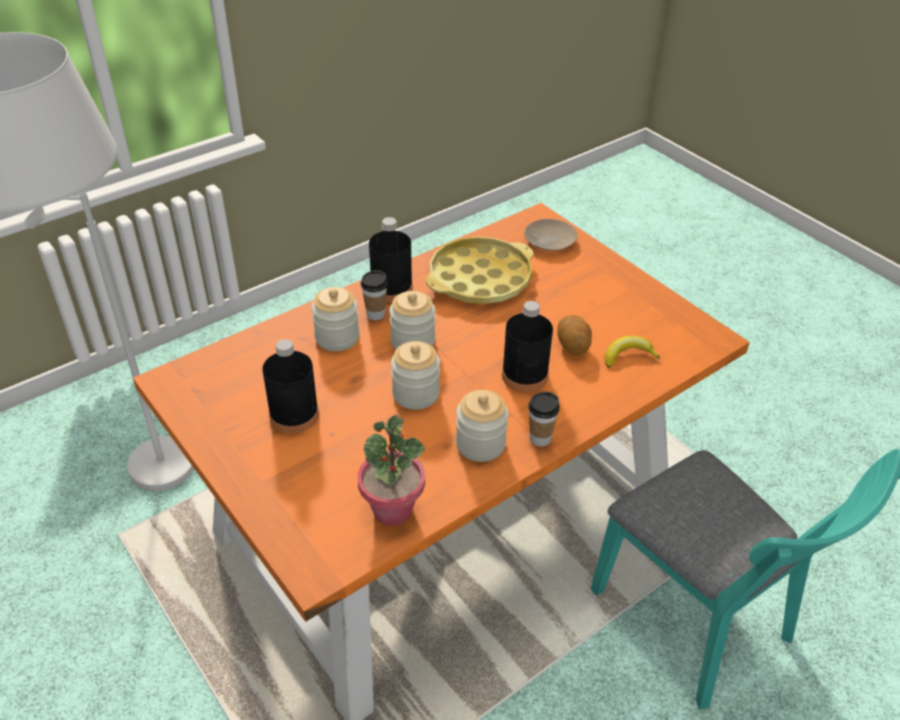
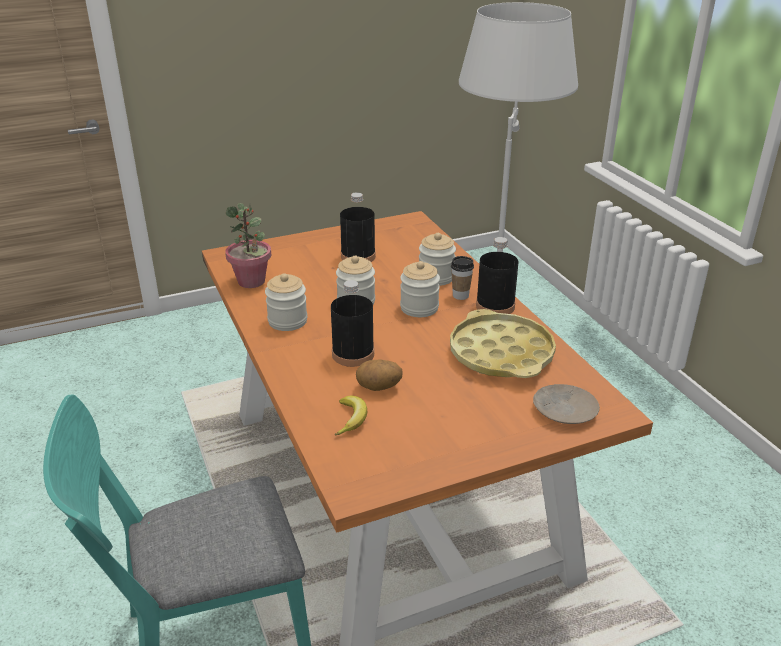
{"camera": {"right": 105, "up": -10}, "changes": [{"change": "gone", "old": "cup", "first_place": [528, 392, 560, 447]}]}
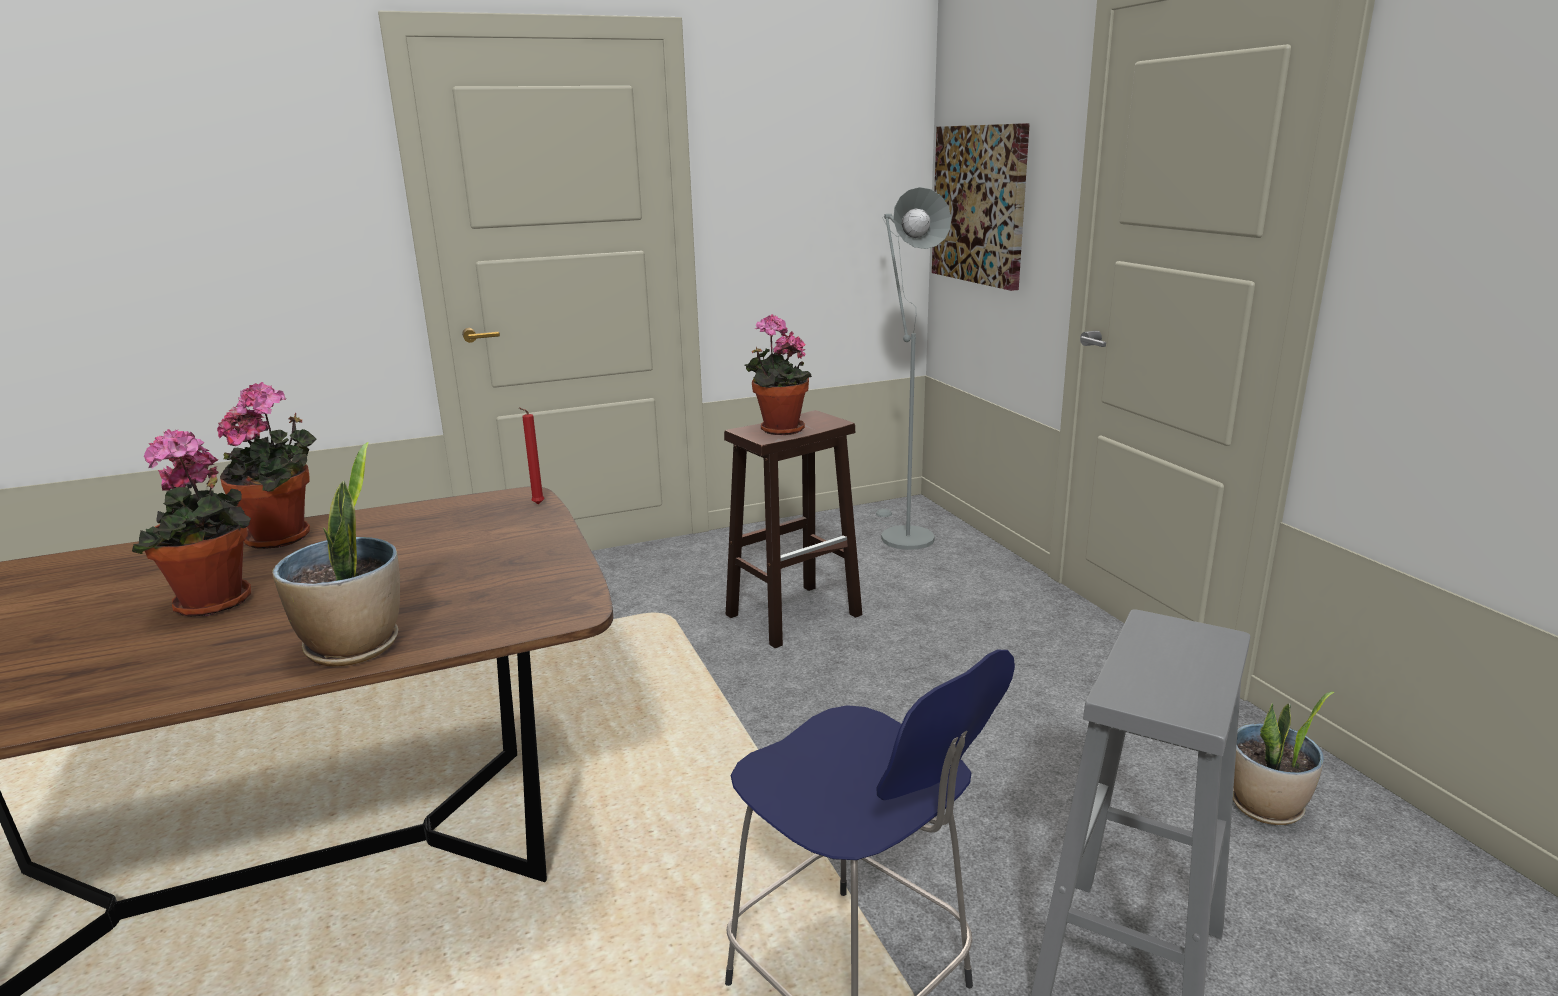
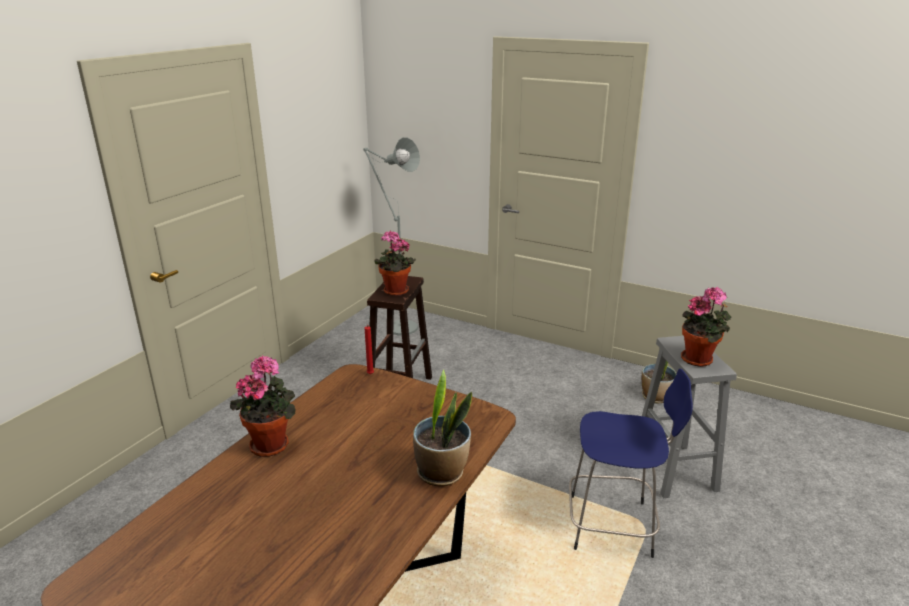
{"camera": {"right": -40, "up": 5}, "changes": [{"change": "shifted", "old": "plant in a pot", "first_place": [132, 429, 251, 617], "second_place": [681, 287, 731, 367]}, {"change": "gone", "old": "wall picture", "first_place": [932, 123, 1030, 291]}]}
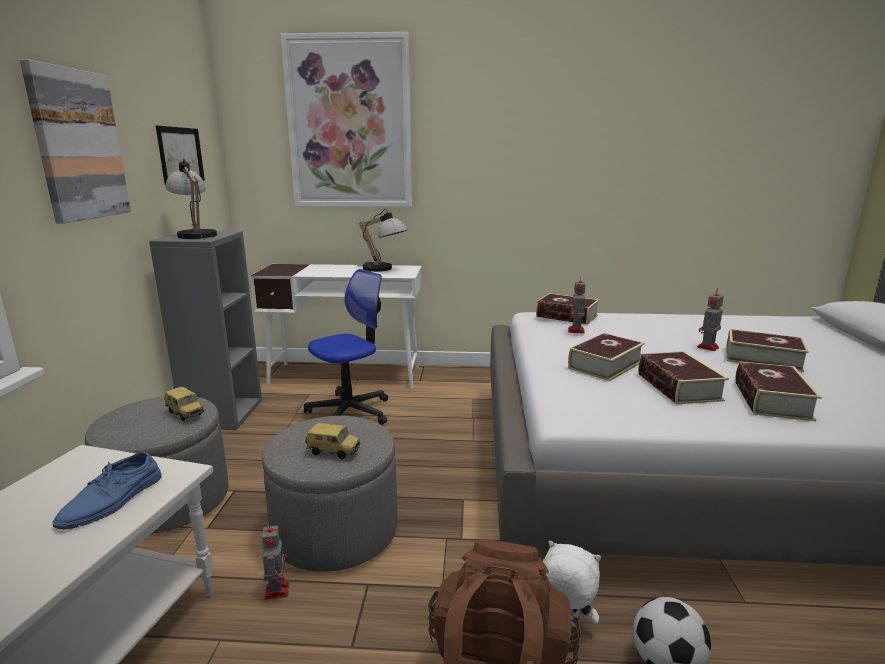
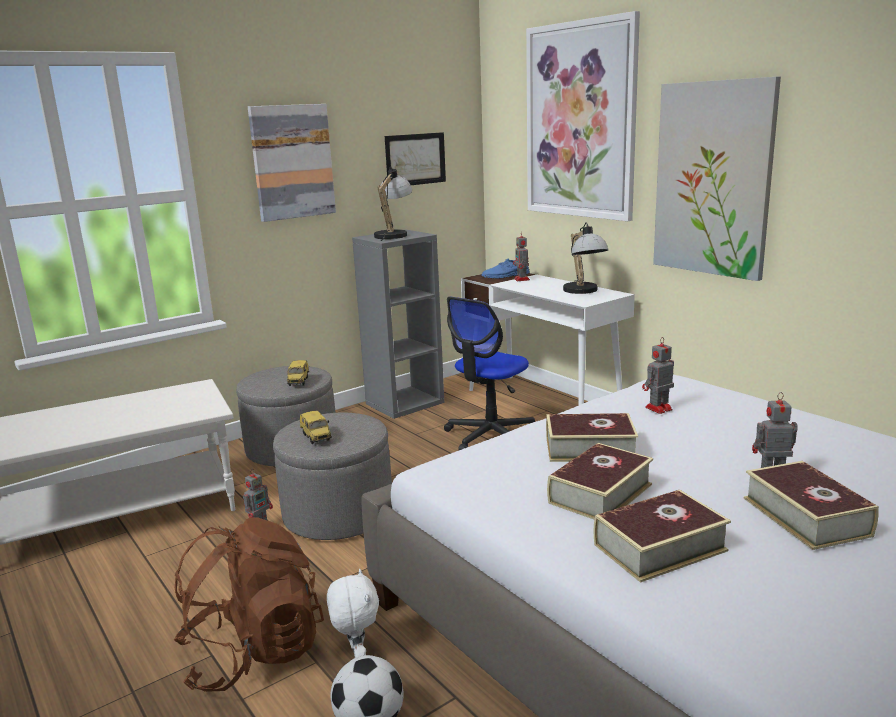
{"camera": {"right": 50, "up": 0}, "changes": [{"change": "shifted", "old": "item of footwear in blue", "first_place": [53, 452, 162, 529], "second_place": [481, 258, 530, 278]}, {"change": "rotated", "old": "computer chair", "first_place": [304, 269, 388, 425], "second_place": [444, 297, 535, 450], "degrees": 120}, {"change": "gone", "old": "book", "first_place": [536, 293, 599, 325]}, {"change": "new", "new": "toy robot", "second_place": [513, 231, 530, 281]}, {"change": "new", "new": "wall picture", "second_place": [653, 77, 781, 281]}]}
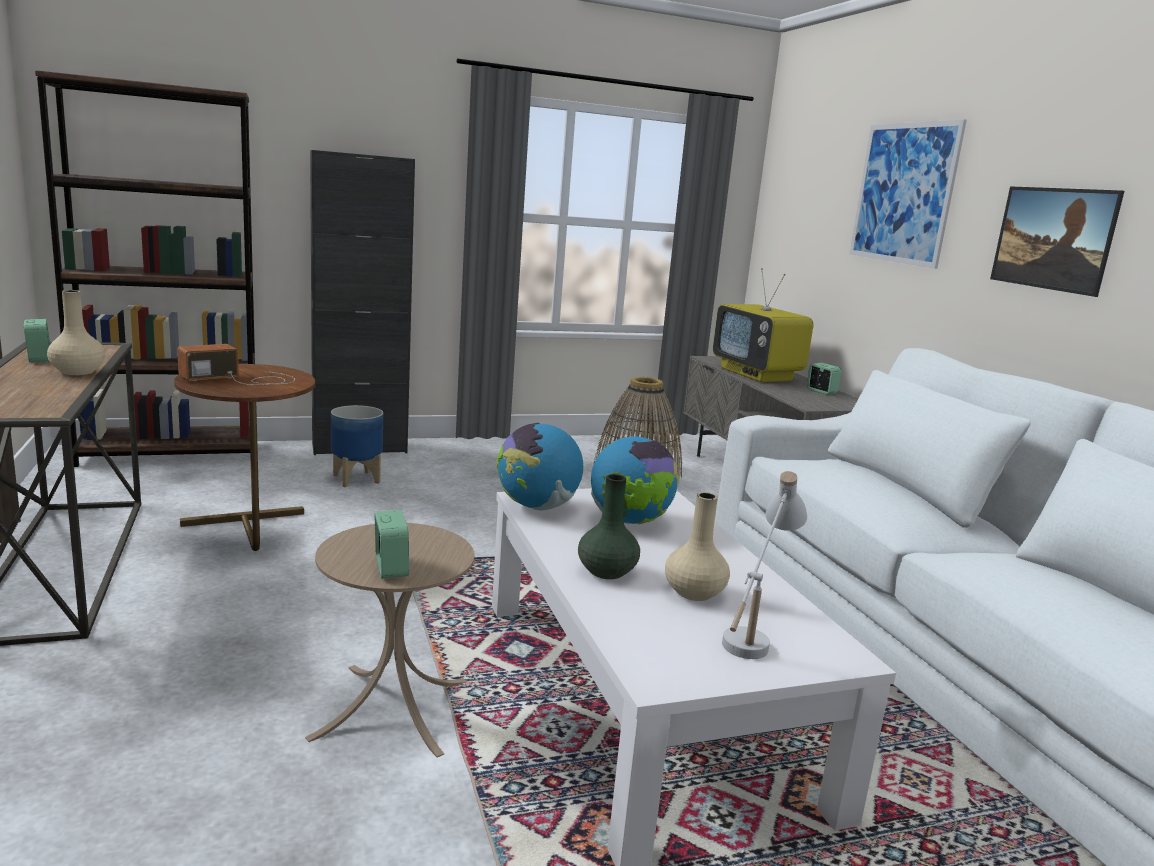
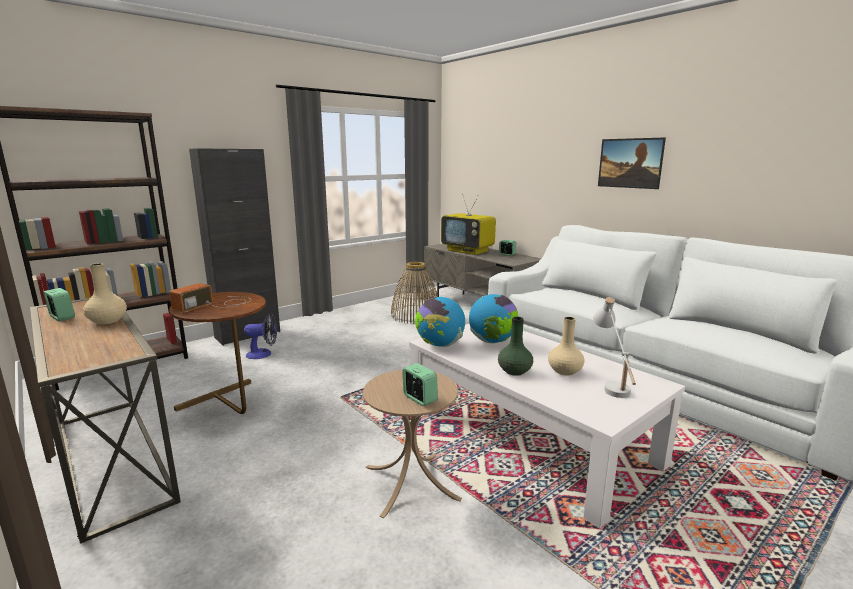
{"camera": {"right": -20, "up": 0}, "changes": [{"change": "swapped", "old": "planter", "new": "electric fan", "first_place": [331, 405, 383, 487], "second_place": [244, 313, 277, 359]}, {"change": "gone", "old": "wall picture", "first_place": [849, 119, 967, 269]}]}
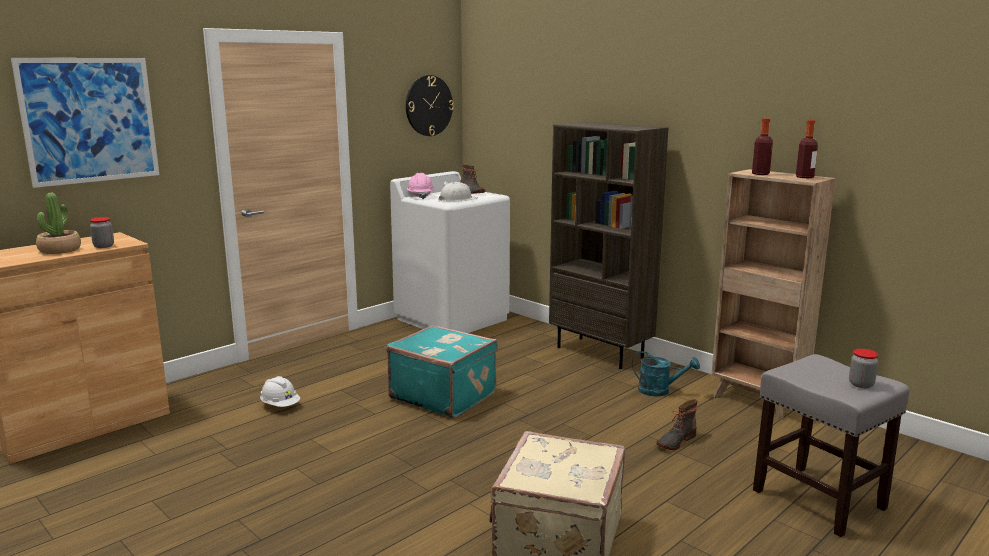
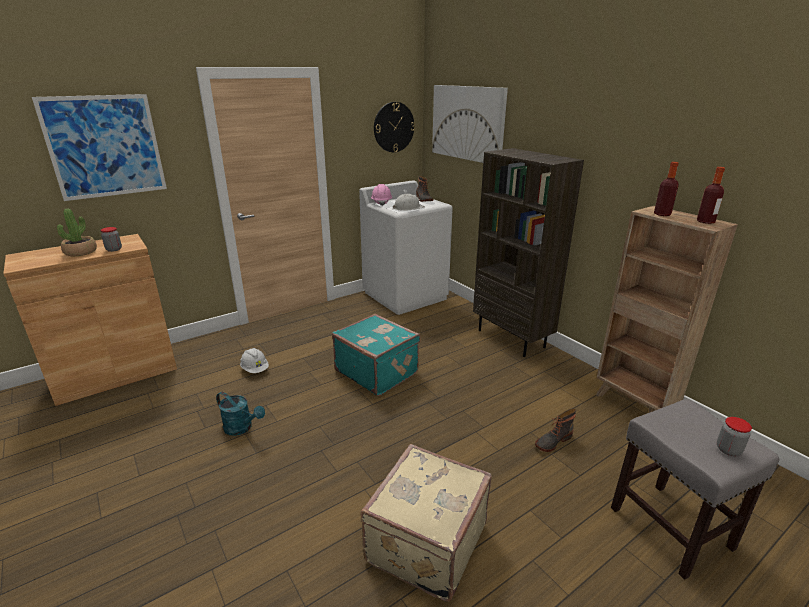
{"camera": {"right": 10, "up": 10}, "changes": [{"change": "shifted", "old": "sprinkling can in turquoise", "first_place": [632, 351, 700, 397], "second_place": [216, 392, 265, 436]}, {"change": "new", "new": "wall picture", "second_place": [432, 85, 508, 163]}]}
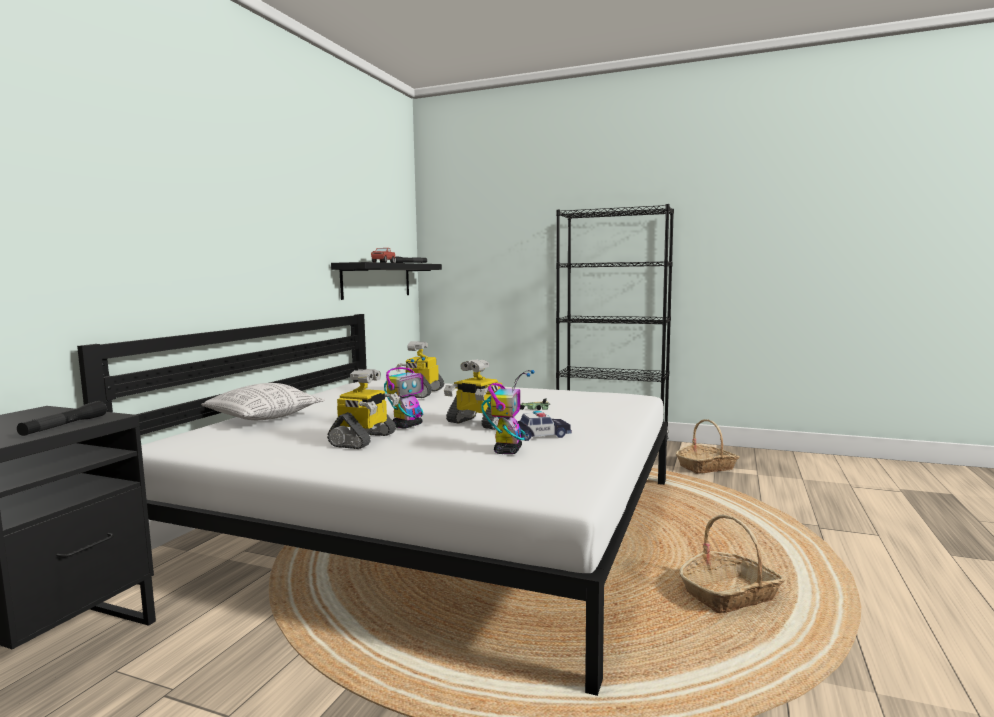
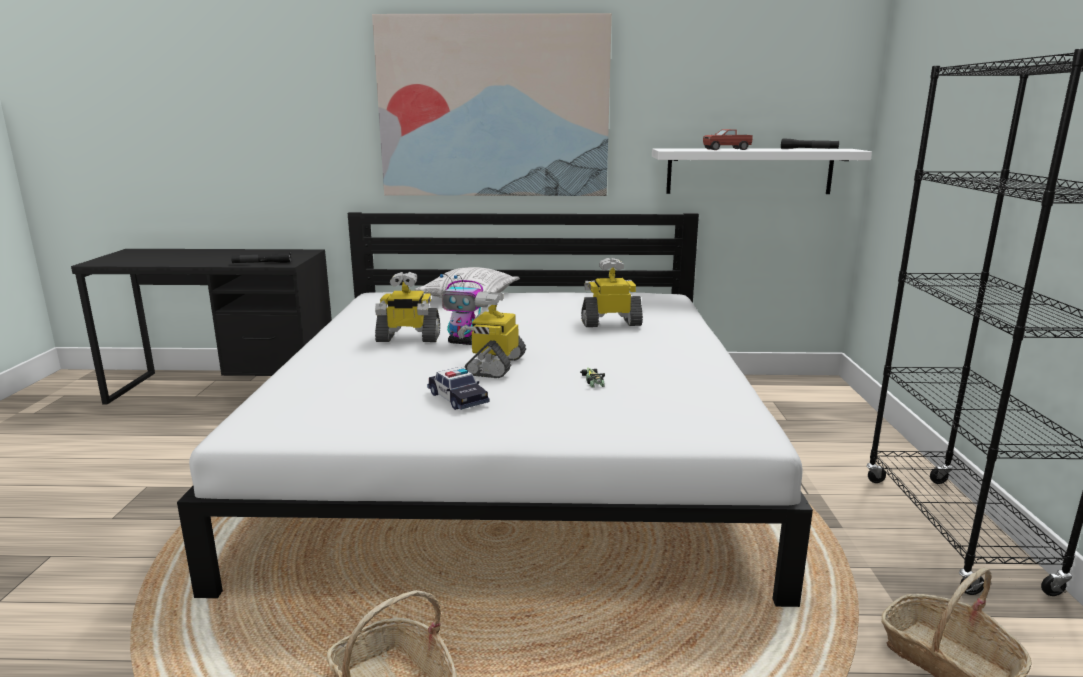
{"camera": {"right": 70, "up": 10}, "changes": [{"change": "repainted", "old": "wall shelf in black", "new": "wall shelf in white", "first_place": [331, 262, 442, 300], "second_place": [652, 148, 872, 194]}, {"change": "gone", "old": "toy robot", "first_place": [481, 370, 535, 454]}, {"change": "new", "new": "wall picture", "second_place": [372, 13, 612, 196]}]}
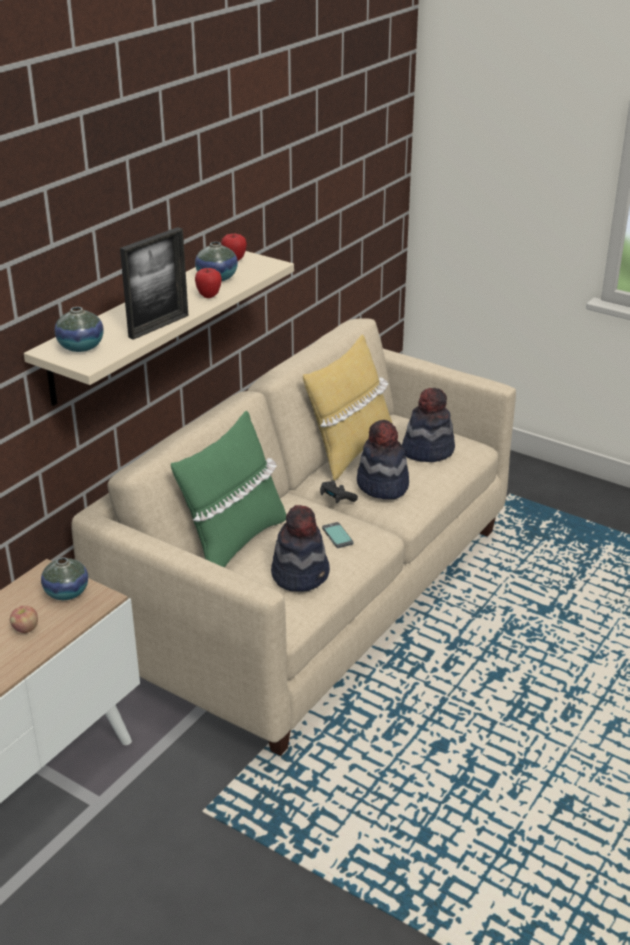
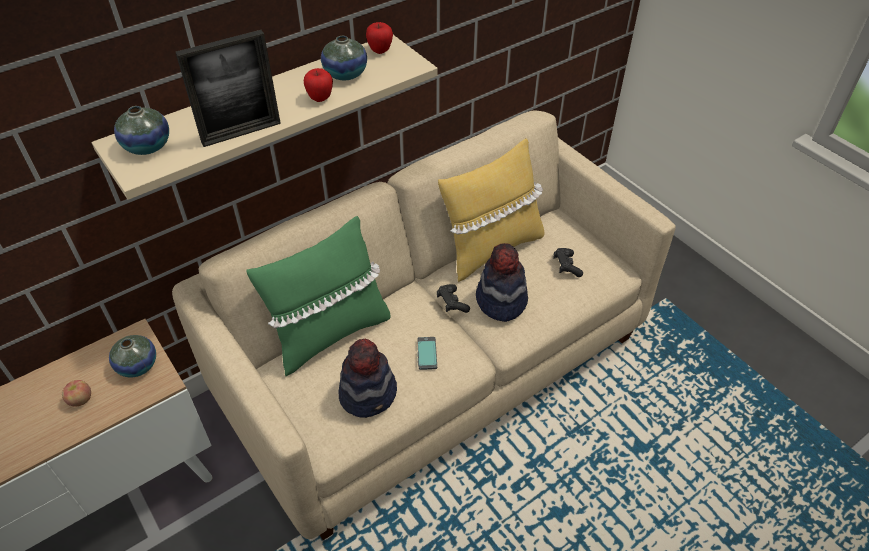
{"camera": {"right": 20, "up": 15}, "changes": [{"change": "swapped", "old": "wearable hat", "new": "game controller in black", "first_place": [402, 388, 455, 462], "second_place": [553, 248, 583, 277]}]}
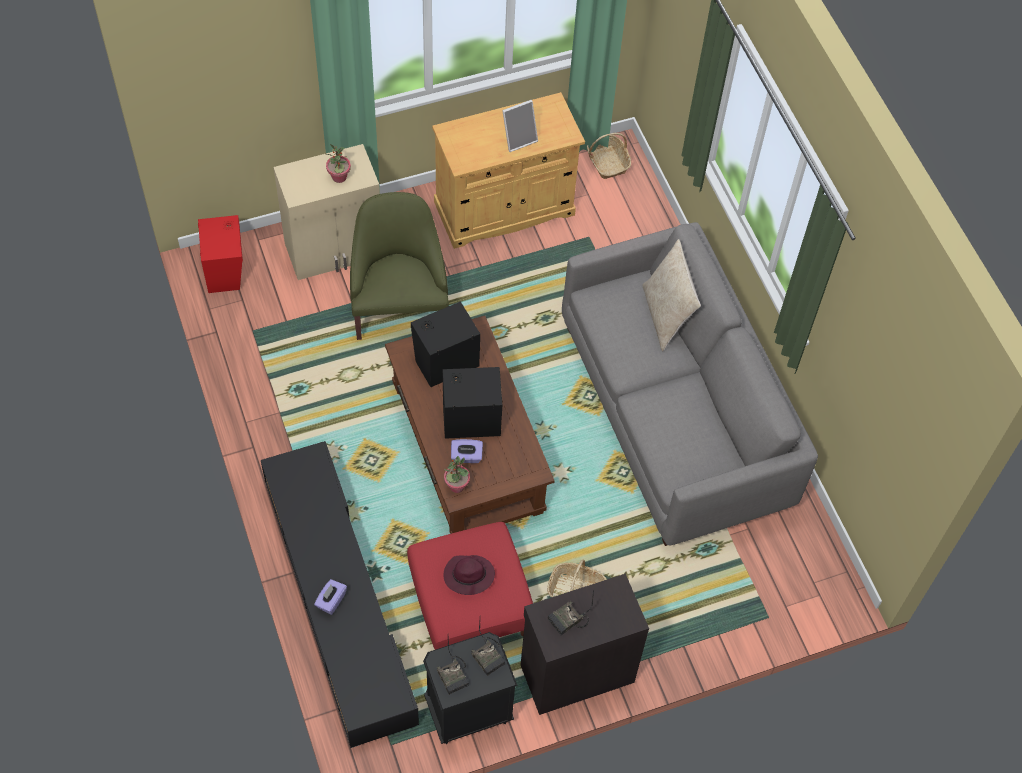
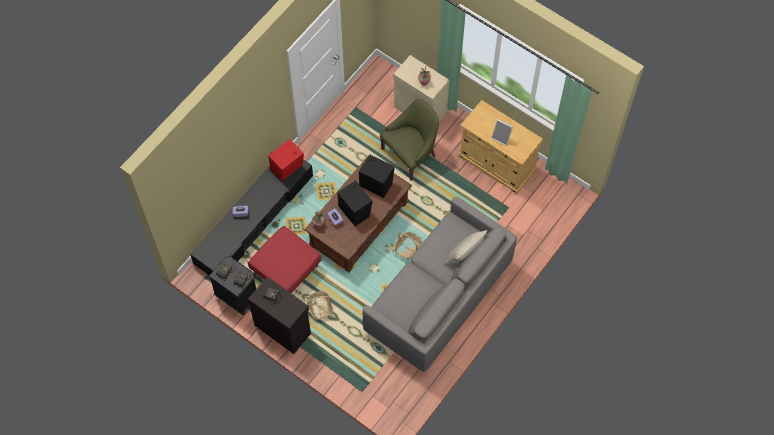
{"camera": {"right": 60, "up": 5}, "changes": [{"change": "shifted", "old": "speaker in red", "first_place": [198, 215, 243, 293], "second_place": [268, 139, 304, 181]}, {"change": "gone", "old": "wearable hat in purple-coloured", "first_place": [444, 555, 495, 595]}, {"change": "shifted", "old": "storage basket", "first_place": [587, 133, 631, 179], "second_place": [394, 232, 422, 259]}]}
